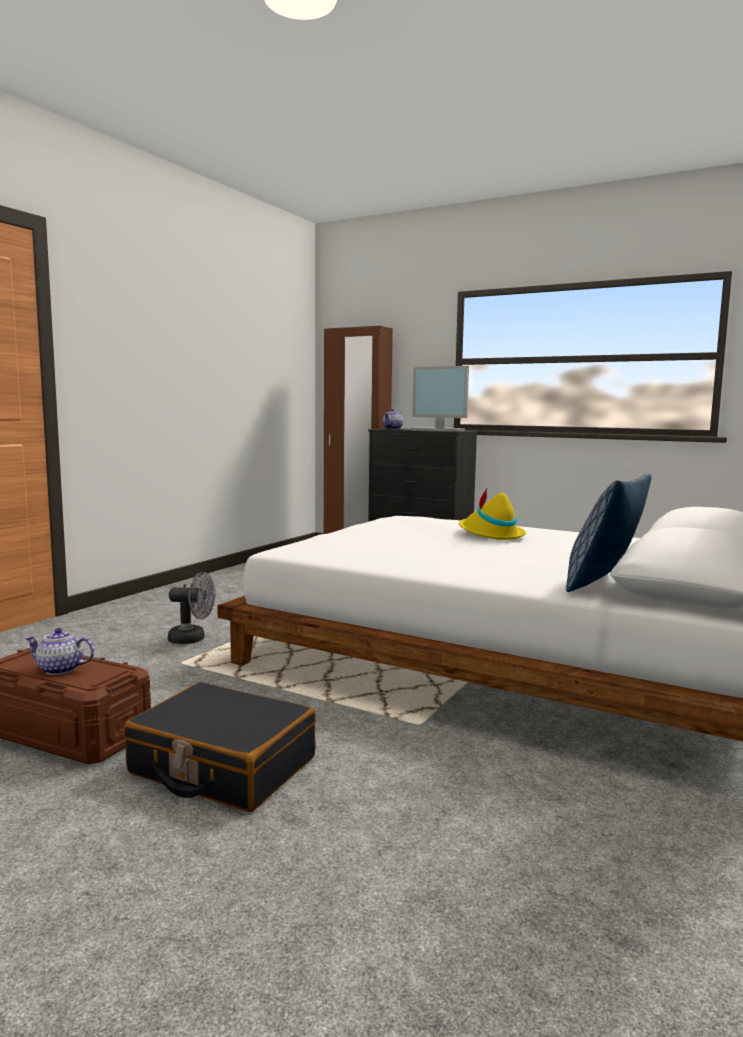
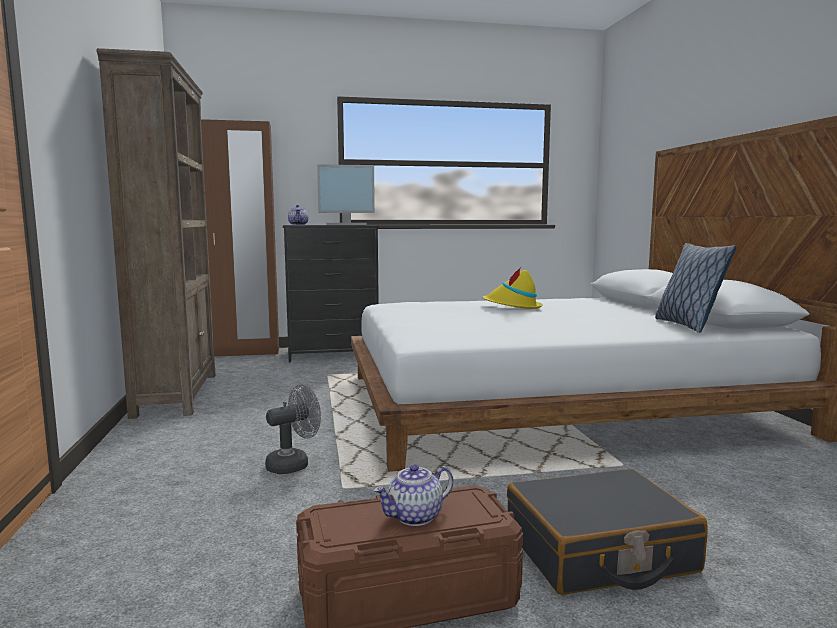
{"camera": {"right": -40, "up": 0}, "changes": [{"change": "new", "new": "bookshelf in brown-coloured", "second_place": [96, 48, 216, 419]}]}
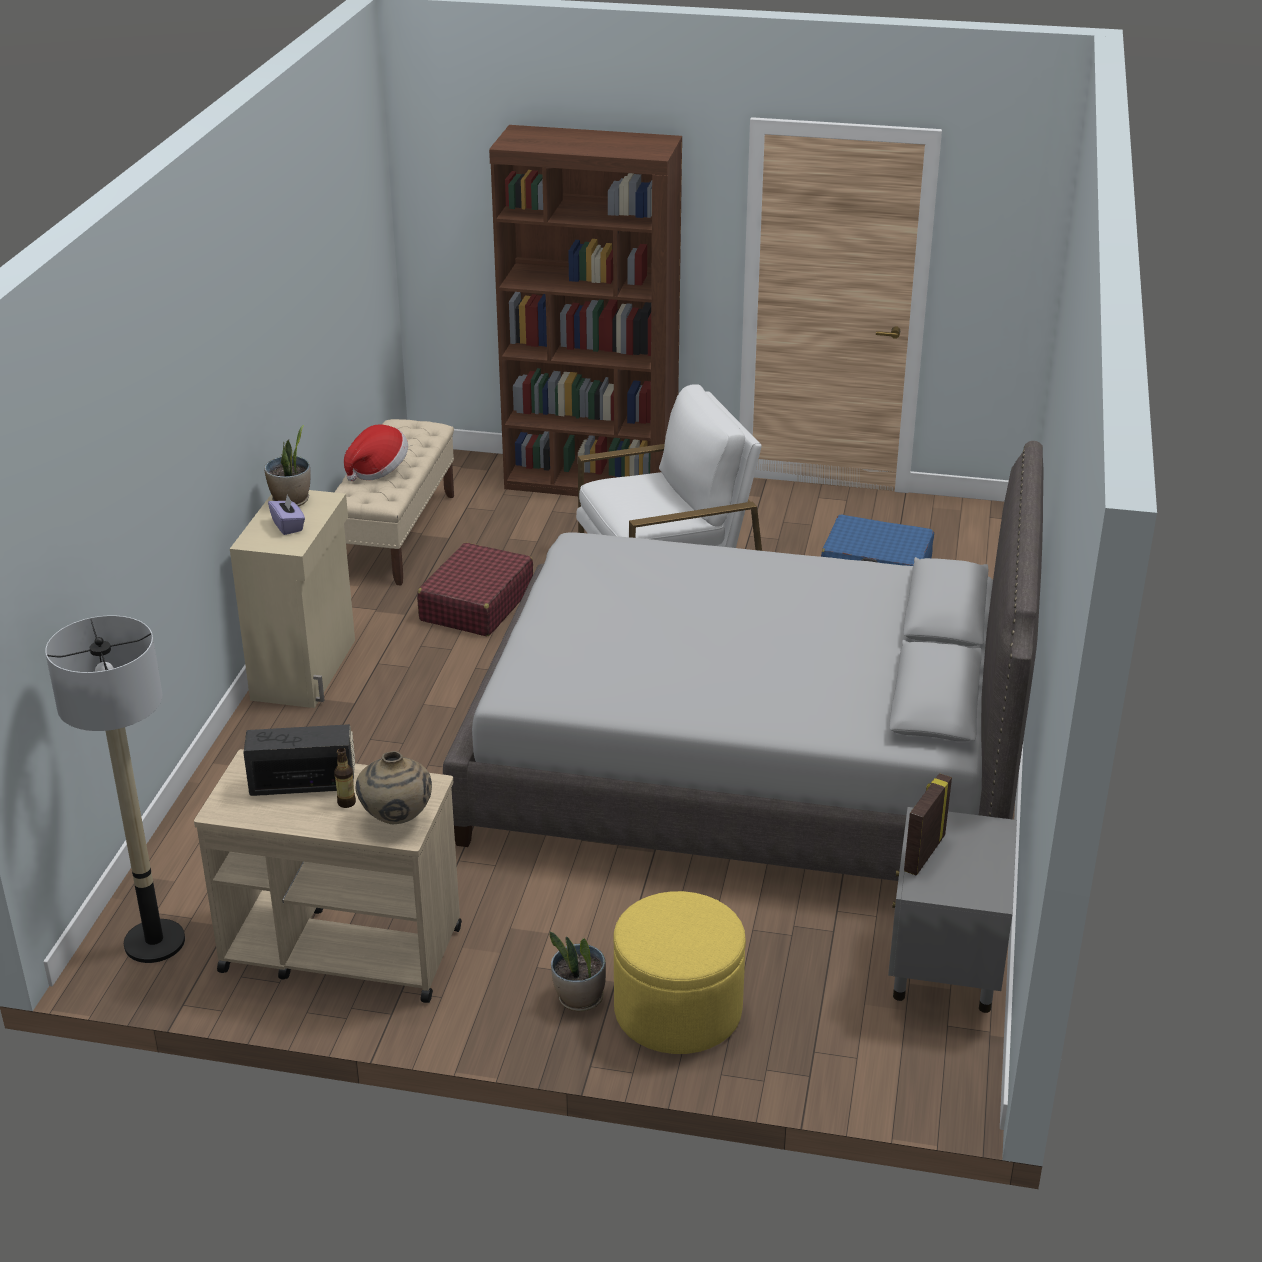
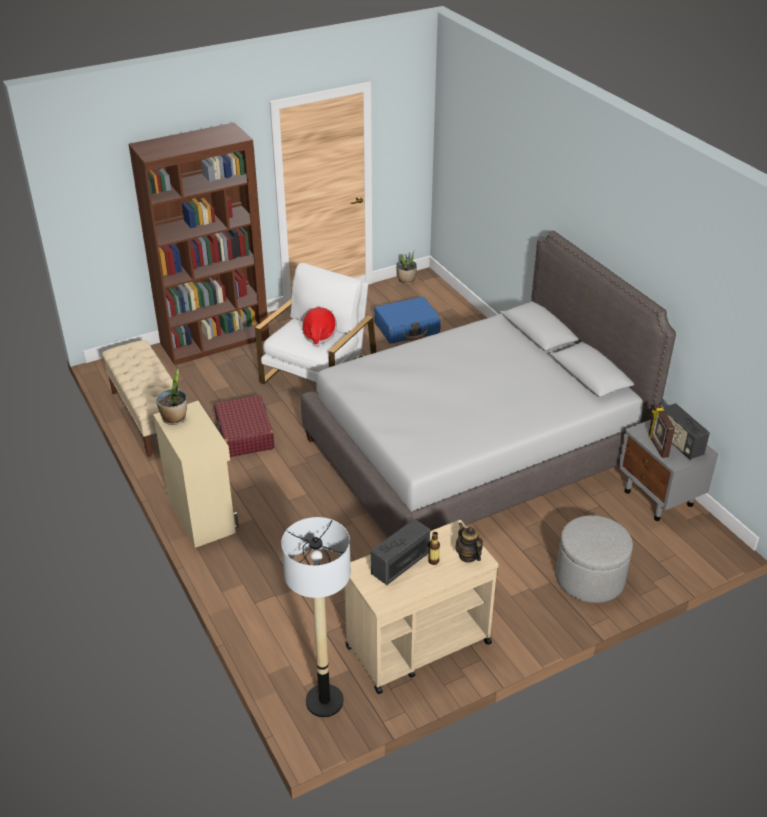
{"camera": {"right": -40, "up": 5}, "changes": [{"change": "gone", "old": "box of tissues in purple-coloured", "first_place": [268, 494, 305, 535]}, {"change": "shifted", "old": "wearable hat", "first_place": [344, 425, 408, 481], "second_place": [302, 307, 337, 347]}, {"change": "swapped", "old": "vase in sand-coloured", "new": "pot for tea", "first_place": [356, 751, 432, 824], "second_place": [456, 522, 483, 563]}, {"change": "shifted", "old": "plant in a pot", "first_place": [550, 932, 606, 1012], "second_place": [396, 250, 417, 285]}, {"change": "repainted", "old": "pouffe in yellowish", "new": "pouffe in greyish", "first_place": [614, 891, 746, 1054], "second_place": [556, 515, 633, 603]}, {"change": "new", "new": "radio set", "second_place": [663, 403, 710, 460]}]}
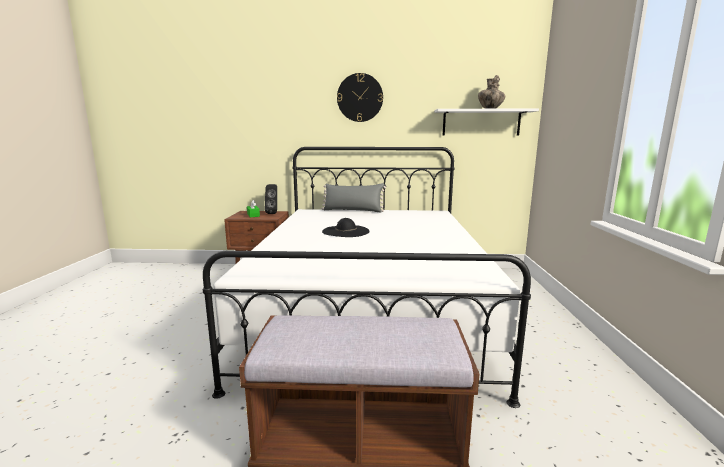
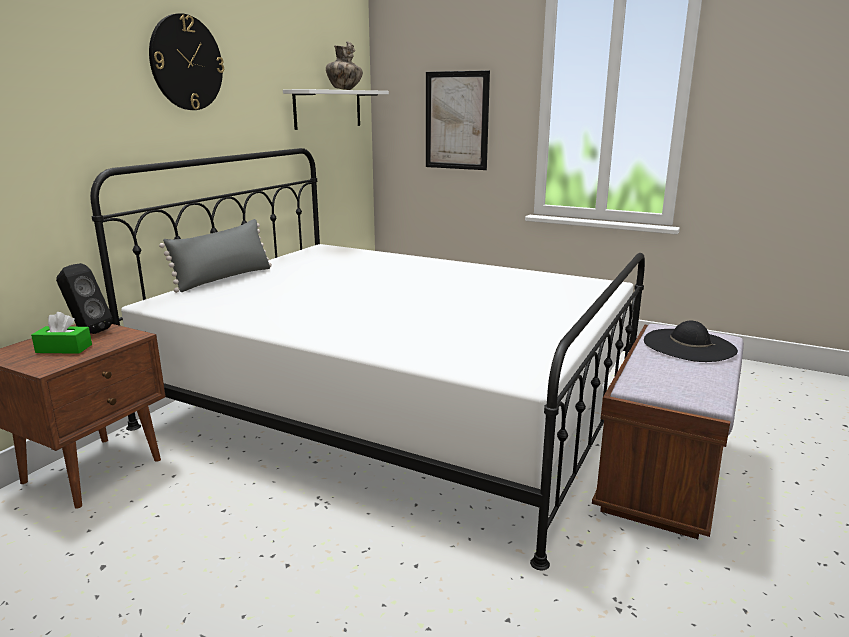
{"camera": {"right": -65, "up": 5}, "changes": [{"change": "shifted", "old": "wearable hat in black", "first_place": [322, 218, 370, 237], "second_place": [644, 321, 738, 362]}, {"change": "new", "new": "wall picture", "second_place": [426, 70, 490, 170]}]}
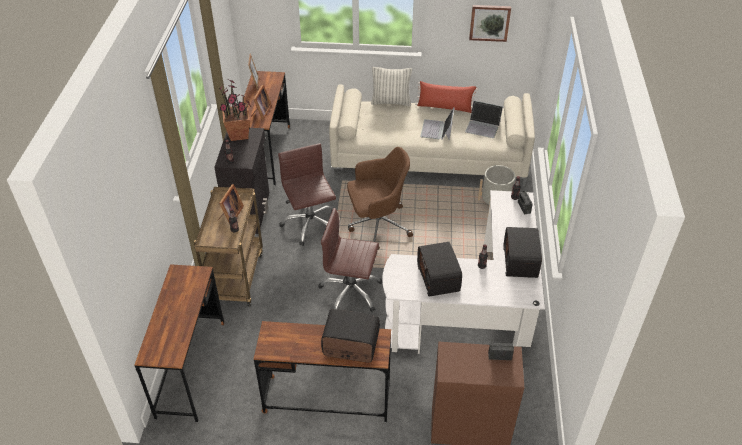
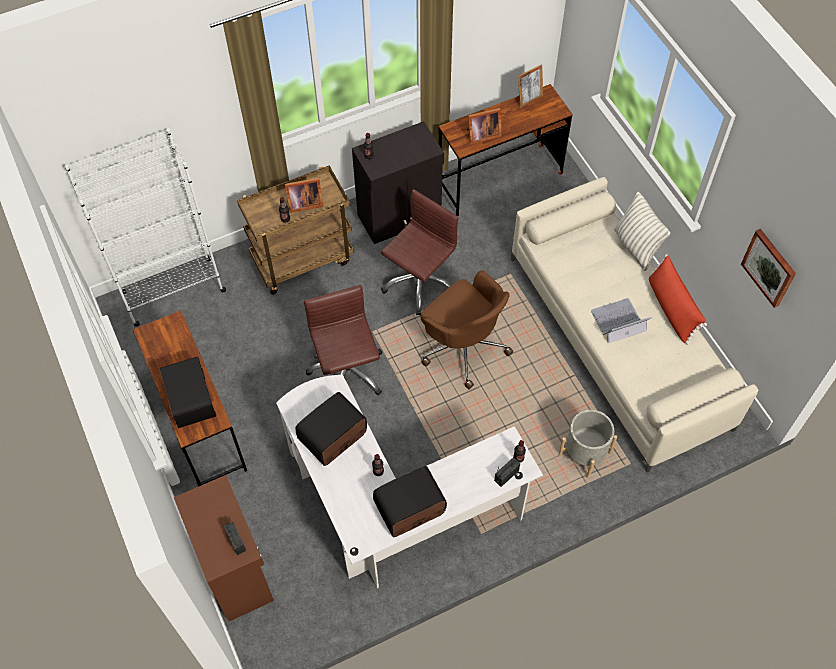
{"camera": {"right": 60, "up": 15}, "changes": [{"change": "swapped", "old": "desk unit in brown-coloured", "new": "bookshelf in white", "first_place": [135, 264, 224, 422], "second_place": [65, 128, 226, 327]}, {"change": "gone", "old": "plant in a pot", "first_place": [218, 79, 250, 141]}, {"change": "gone", "old": "portable computer", "first_place": [465, 101, 503, 138]}]}
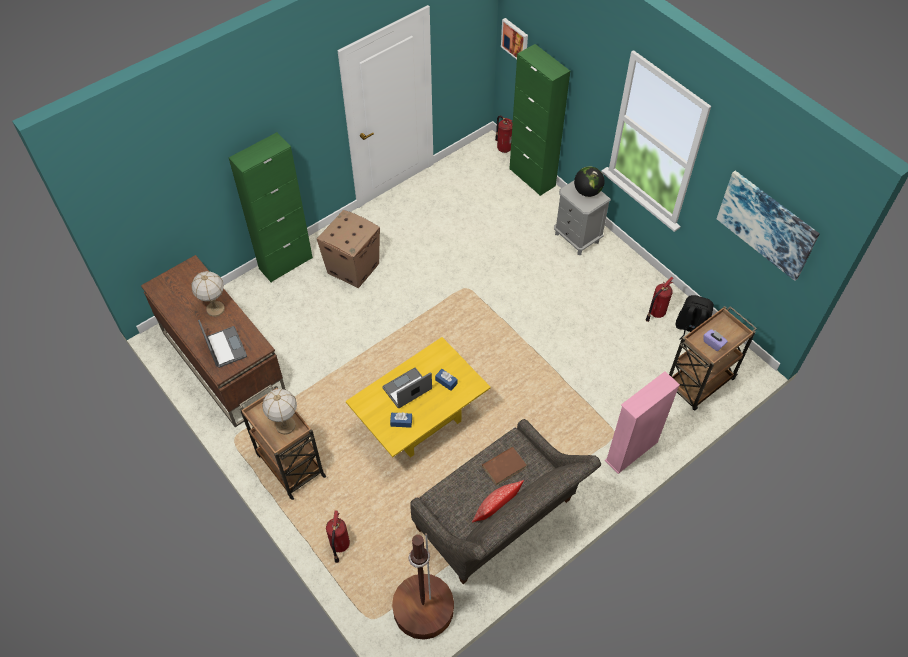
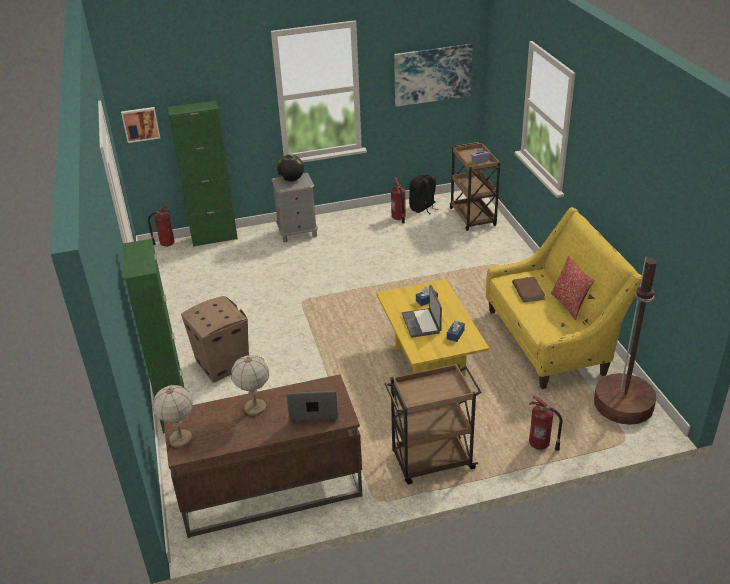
{"camera": {"right": -65, "up": -20}, "changes": [{"change": "shifted", "old": "table lamp", "first_place": [262, 389, 297, 435], "second_place": [152, 385, 193, 448]}, {"change": "repainted", "old": "sofa in greyish", "new": "sofa in yellowish", "first_place": [410, 419, 601, 584], "second_place": [486, 207, 642, 389]}, {"change": "gone", "old": "bookshelf in pinkish", "first_place": [605, 371, 680, 474]}]}
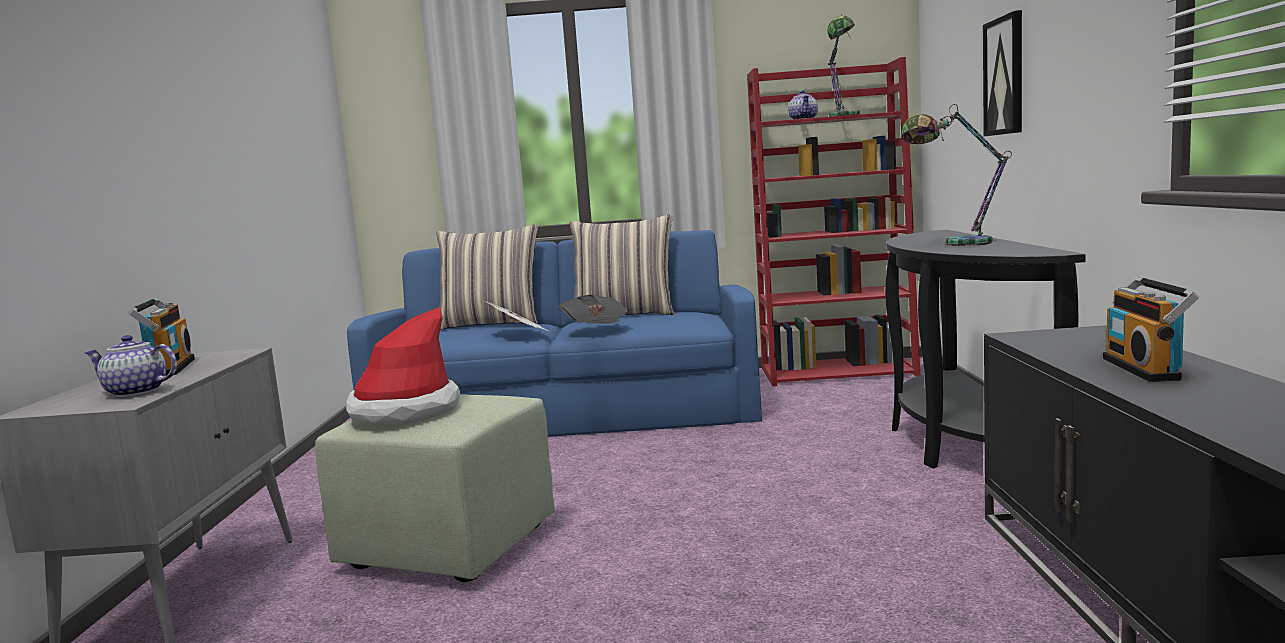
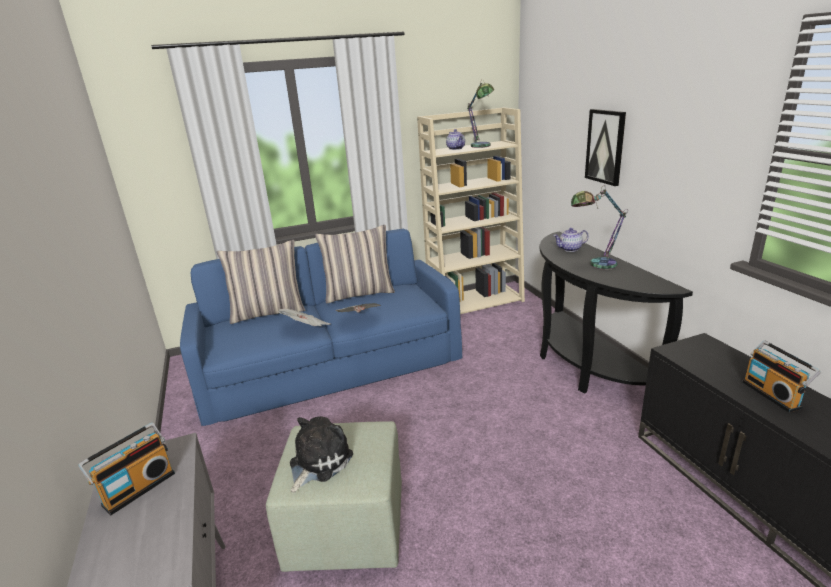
{"camera": {"right": -20, "up": 15}, "changes": [{"change": "shifted", "old": "pot for tea", "first_place": [85, 335, 177, 397], "second_place": [554, 228, 589, 252]}, {"change": "rotated", "old": "radio set", "first_place": [128, 298, 195, 376], "second_place": [78, 423, 175, 515], "degrees": 75}, {"change": "swapped", "old": "wearable hat", "new": "cuddly toy", "first_place": [346, 307, 460, 424], "second_place": [290, 416, 353, 493]}, {"change": "repainted", "old": "bookshelf in red", "new": "bookshelf in sand-coloured", "first_place": [747, 57, 920, 386], "second_place": [417, 107, 525, 314]}]}
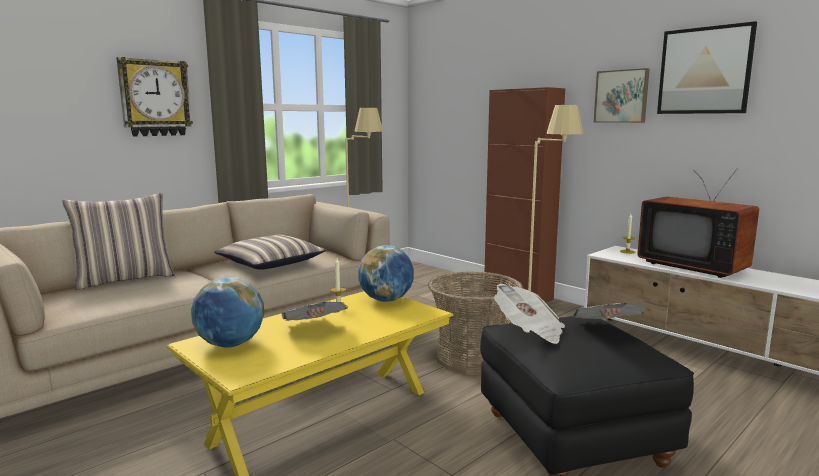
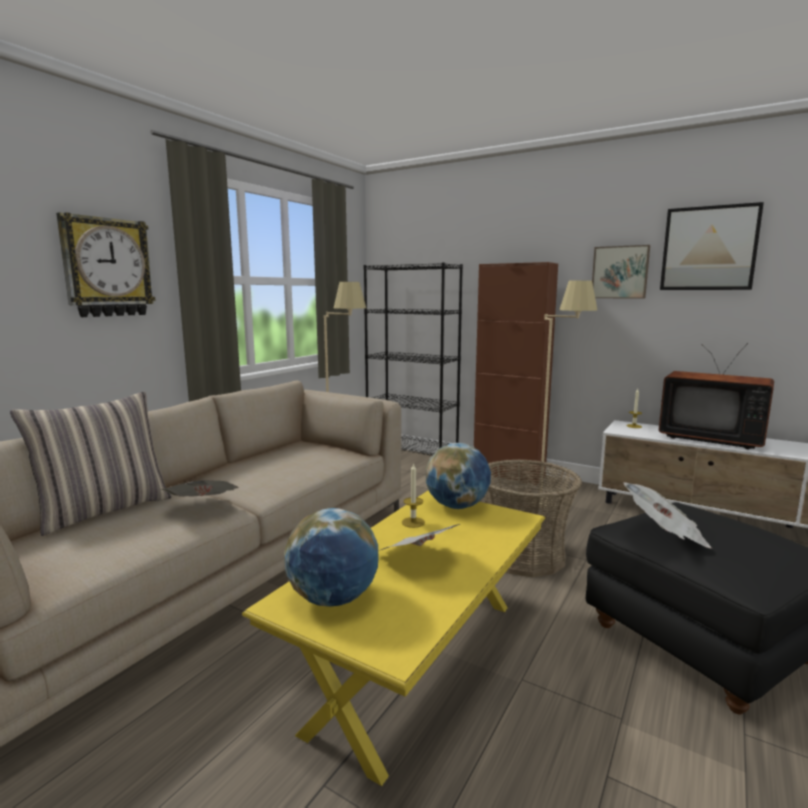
{"camera": {"right": -15, "up": 0}, "changes": [{"change": "gone", "old": "throw pillow", "first_place": [214, 235, 326, 270]}, {"change": "shifted", "old": "printed paper", "first_place": [572, 303, 646, 319], "second_place": [161, 480, 238, 497]}, {"change": "new", "new": "bookshelf in black", "second_place": [364, 262, 463, 456]}]}
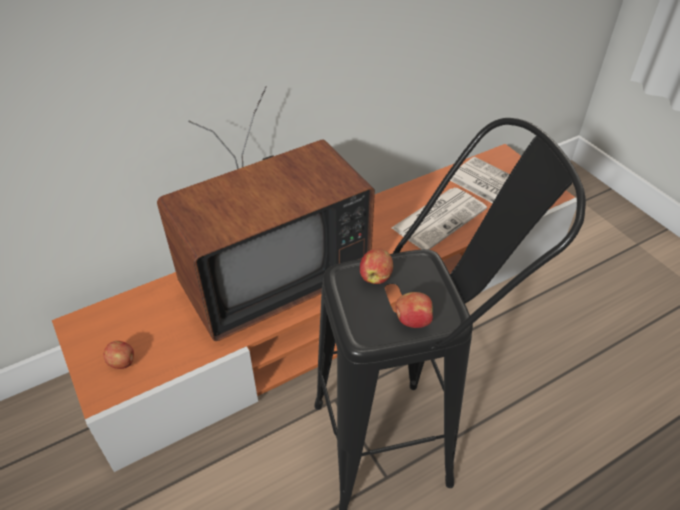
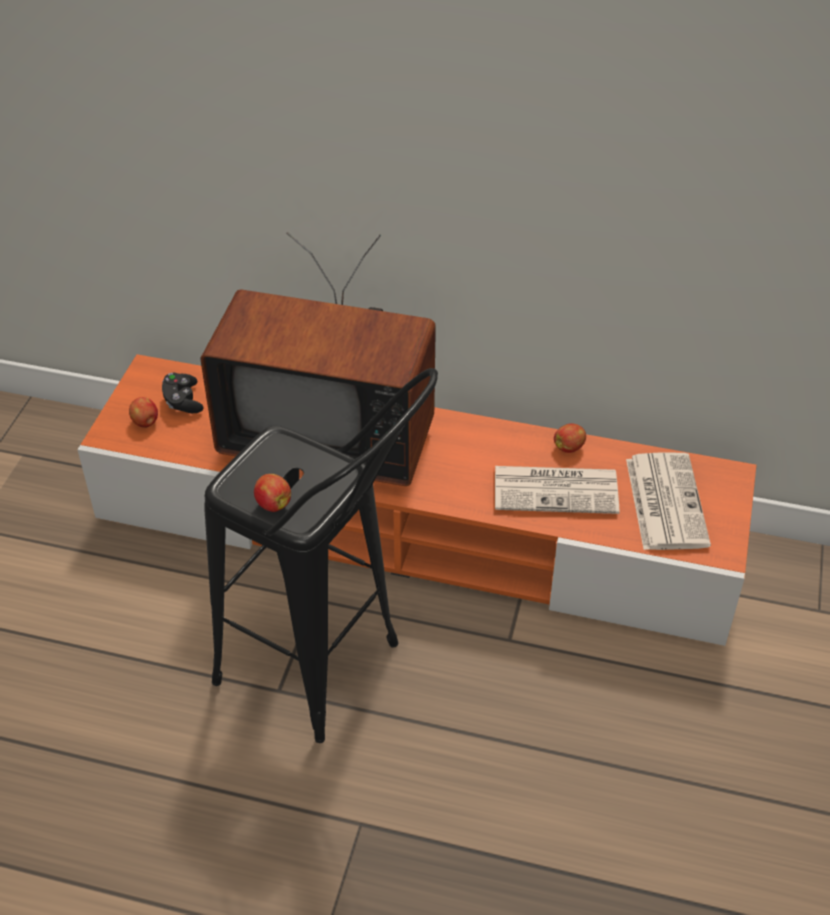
{"camera": {"right": 45, "up": 0}, "changes": [{"change": "shifted", "old": "apple fruit", "first_place": [360, 248, 393, 284], "second_place": [554, 424, 586, 453]}, {"change": "new", "new": "game controller in black", "second_place": [162, 373, 203, 413]}]}
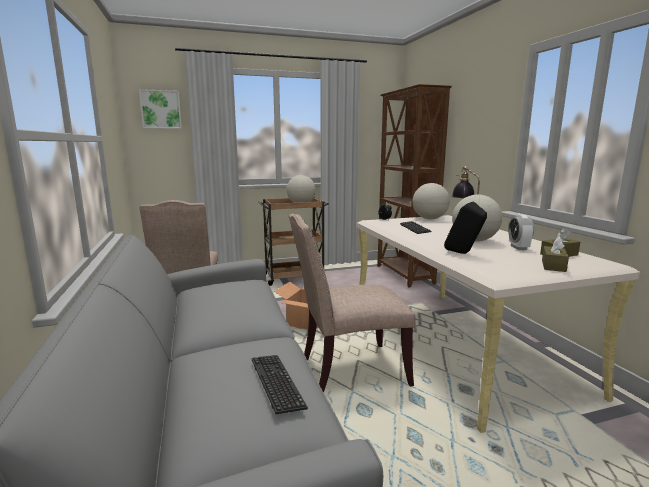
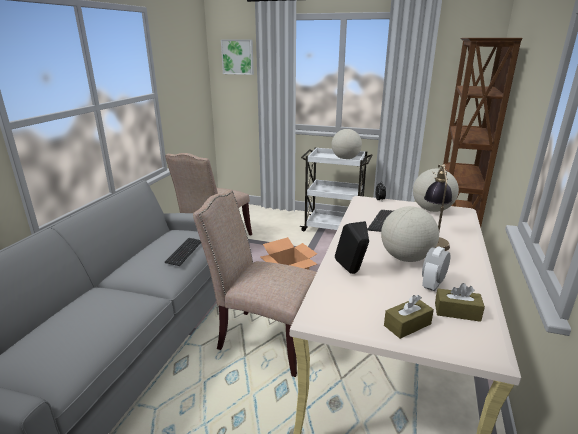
{"camera": {"right": 35, "up": 10}, "changes": [{"change": "shifted", "old": "PC keyboard", "first_place": [252, 355, 308, 414], "second_place": [165, 238, 201, 266]}, {"change": "repainted", "old": "cart in brown-coloured", "new": "cart in white", "first_place": [258, 197, 329, 286], "second_place": [300, 147, 372, 232]}]}
